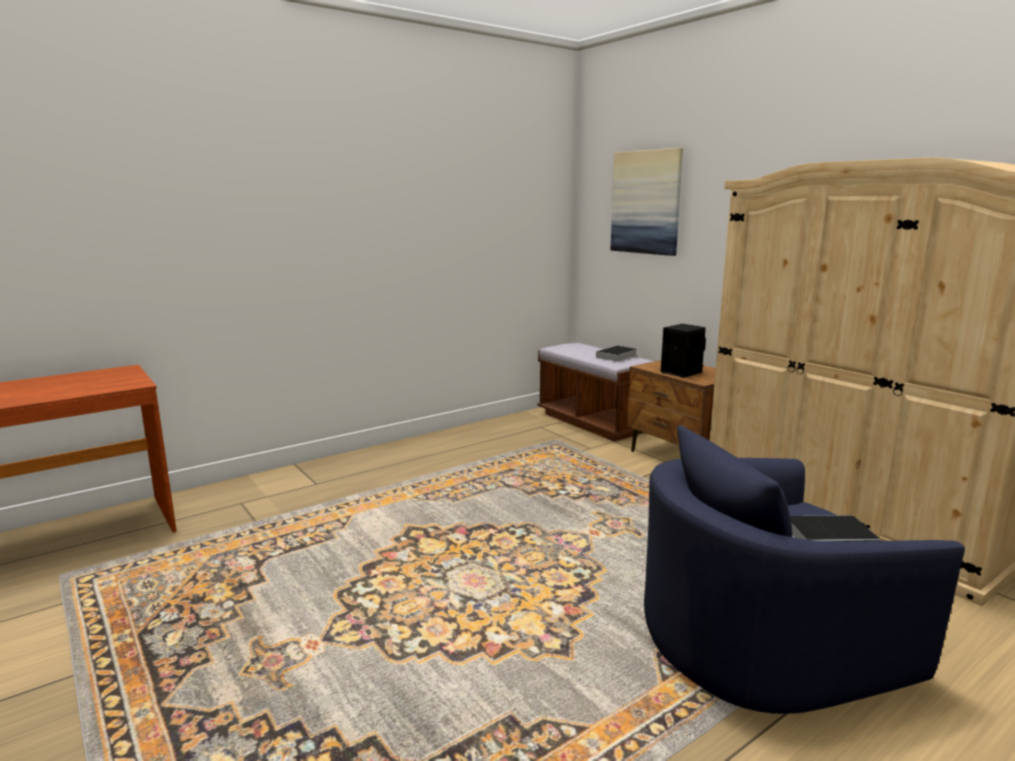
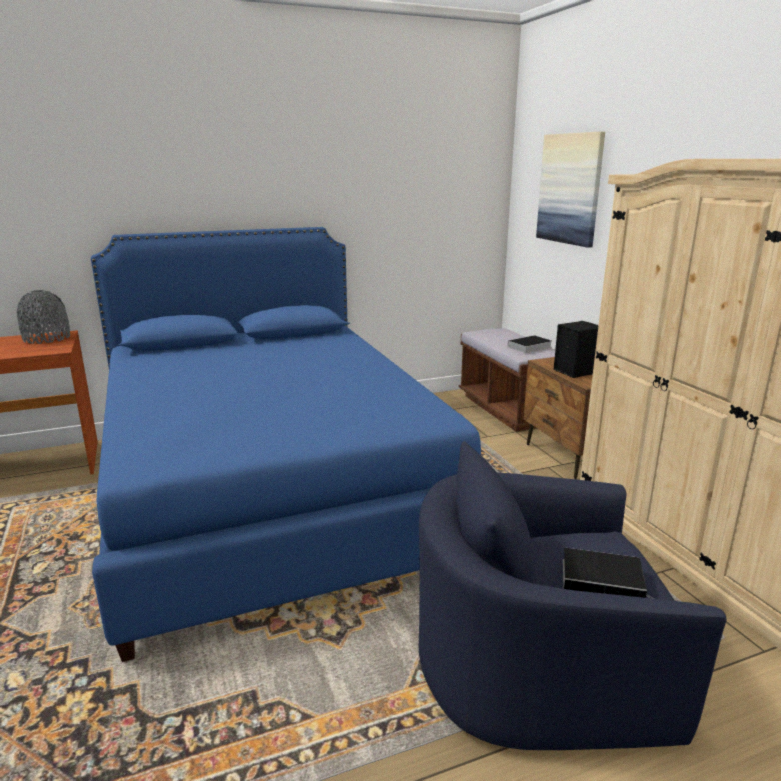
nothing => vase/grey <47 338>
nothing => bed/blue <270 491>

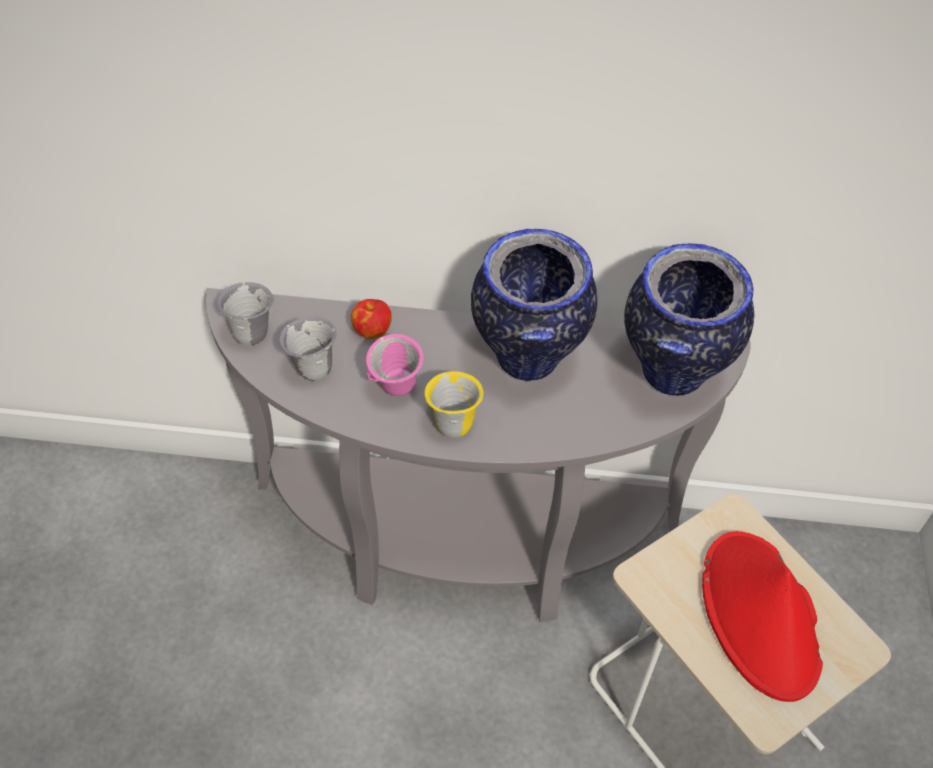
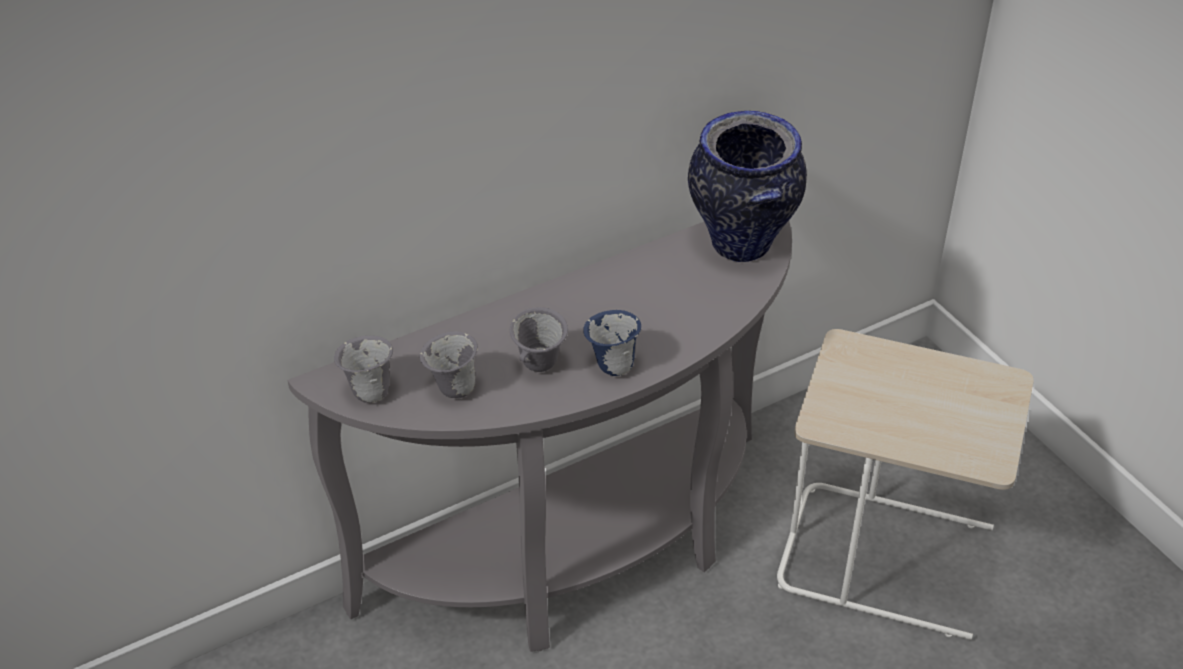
mug/pink <396 390> => mug/grey <540 368>
mug/yellow <453 423> => mug/blue <611 366>
apple <372 330> => nothing
vase <528 360> => nothing
hat/red <760 616> => nothing

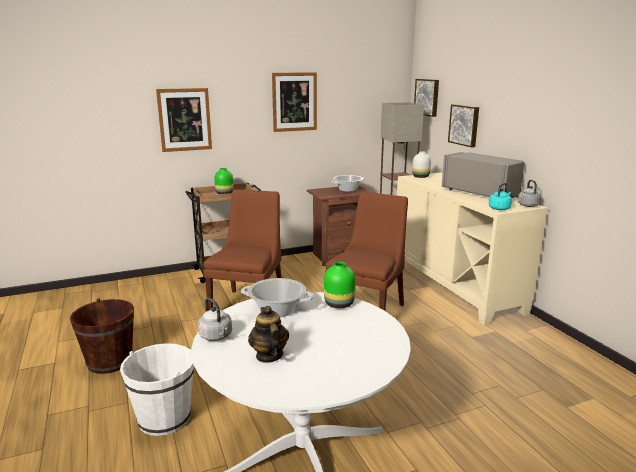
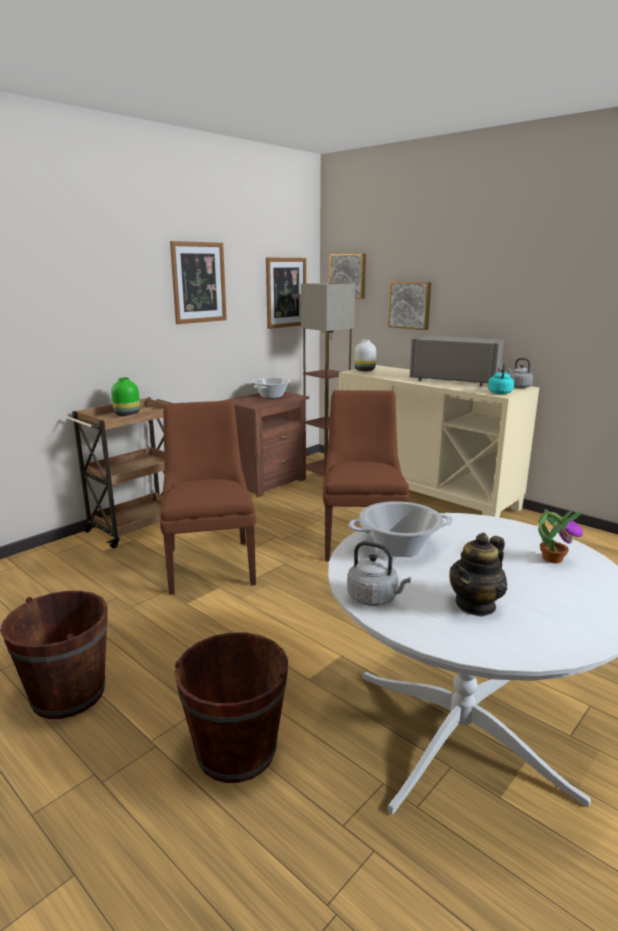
bucket/white <164 418> => bucket/brown <236 750>
picture <184 119> => picture <286 292>, shifted
teapot <269 355> => teapot <476 605>, 90 degrees counterclockwise
nothing => potted plant <552 558>
vase/green <339 304> => nothing

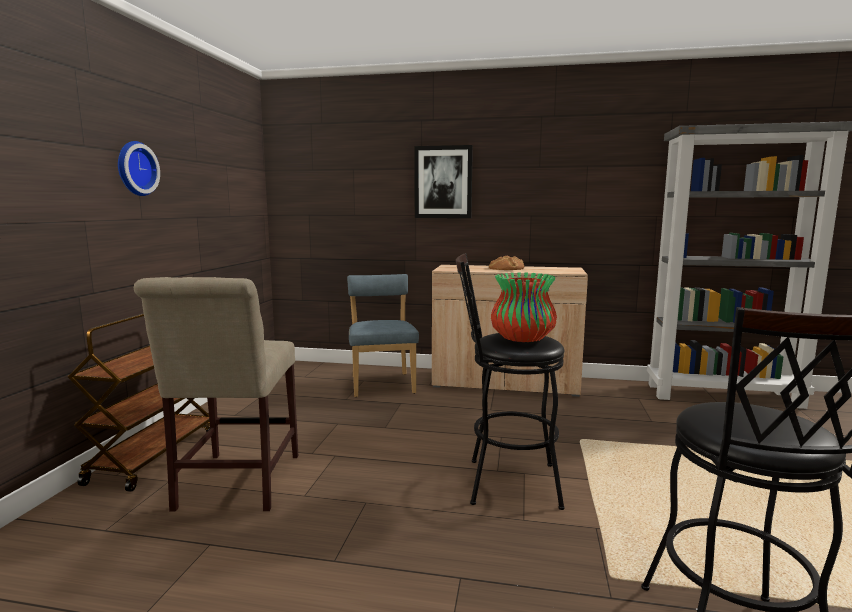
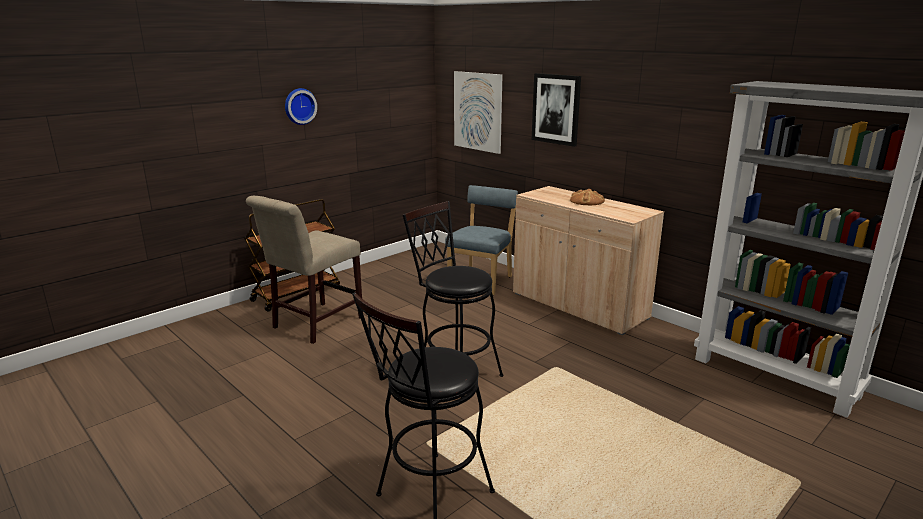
nothing => picture <477 111>
vase <522 339> => nothing

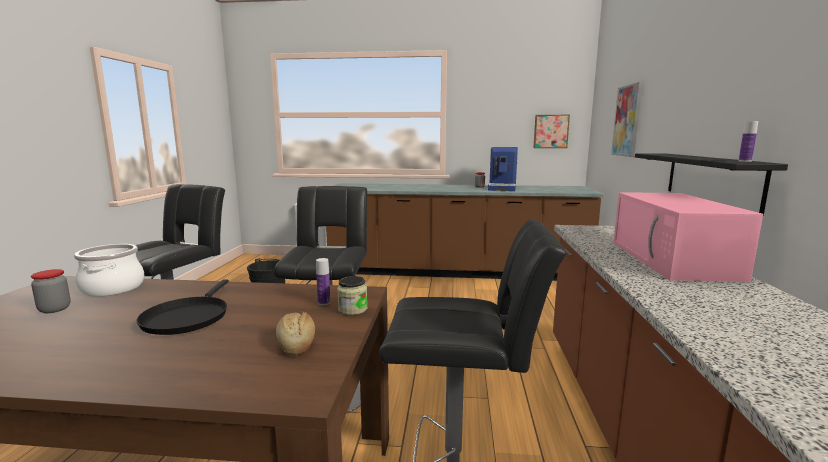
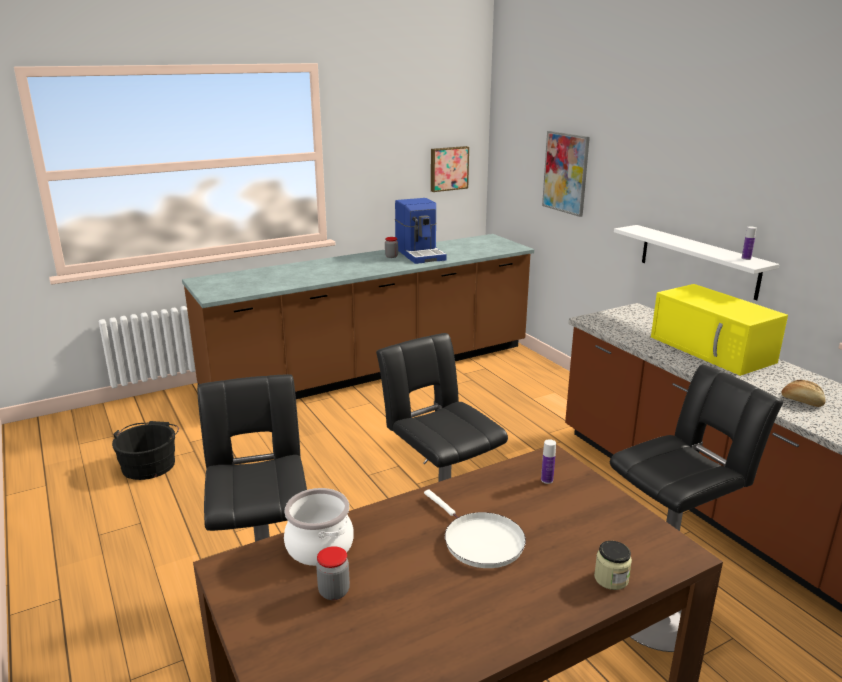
frying pan/black <187 317> => frying pan/white <479 541>
jar <352 309> => jar <611 578>, shifted
shelf/black <711 179> => shelf/white <698 261>
microwave/pink <673 260> => microwave/yellow <713 350>
bread <296 344> => bread <802 401>, shifted

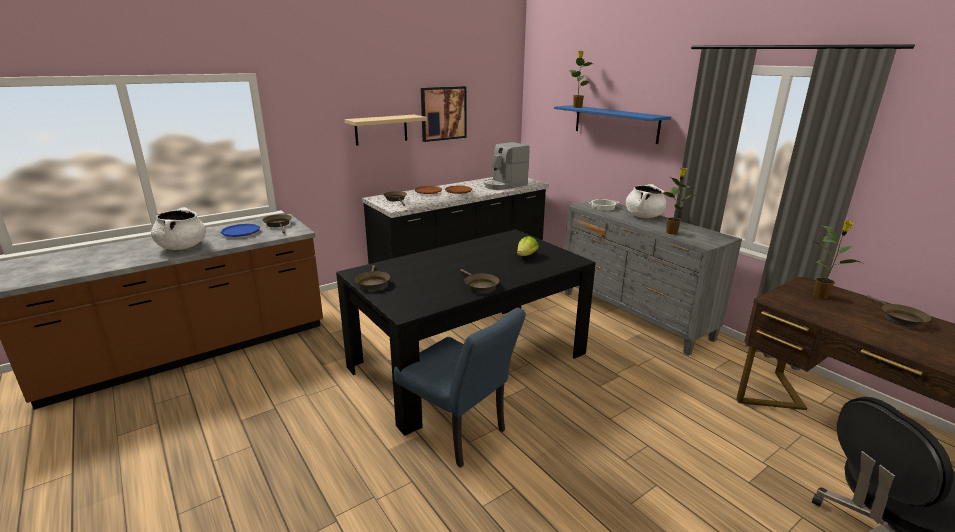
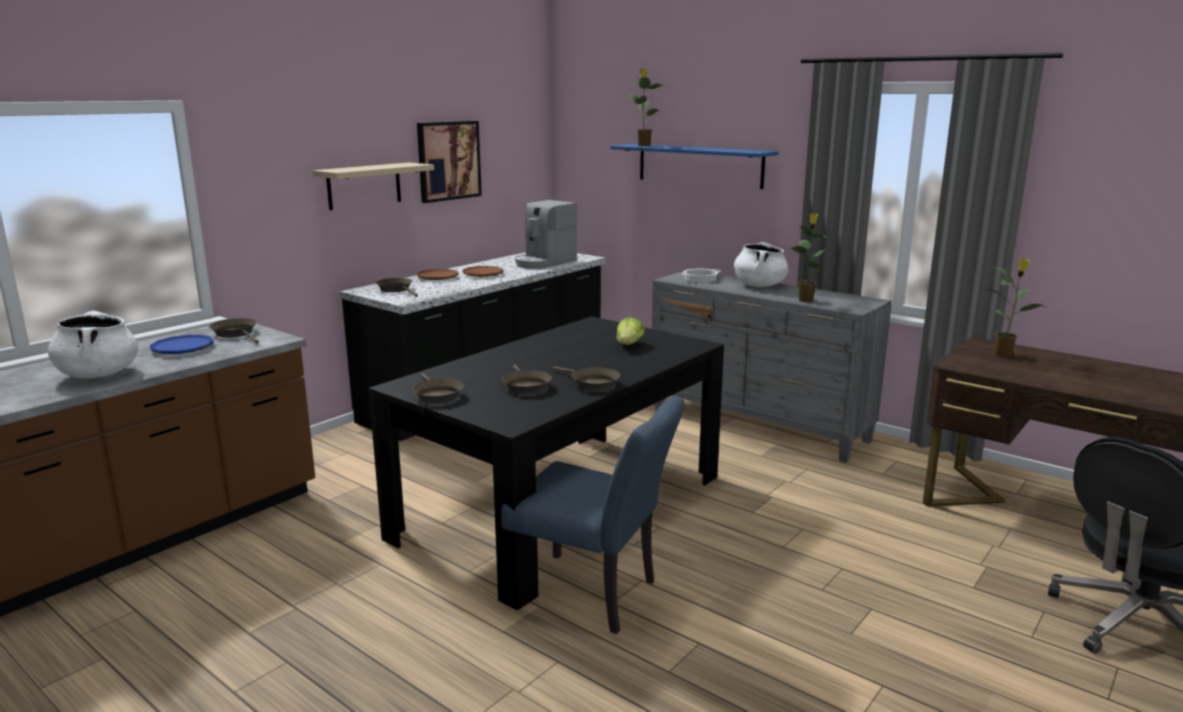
frying pan/brown <899 318> => frying pan/brown <525 386>, shifted

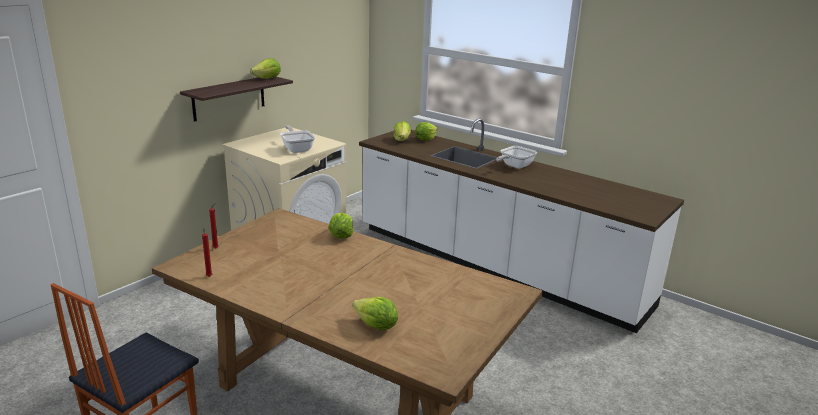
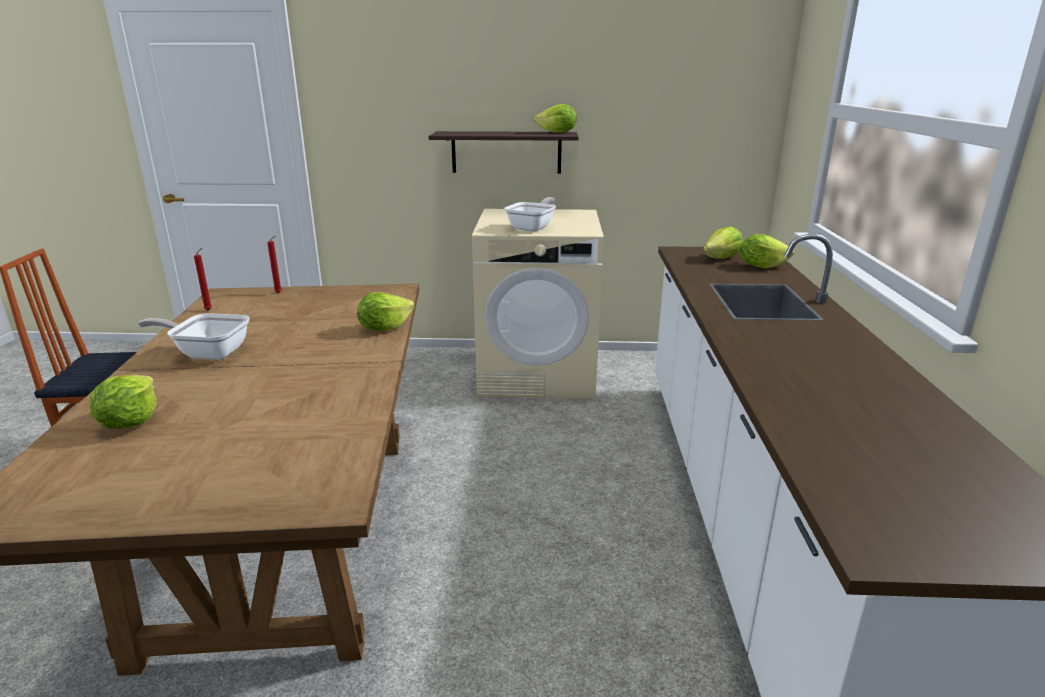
frying pan <514 166> => frying pan <208 353>, shifted

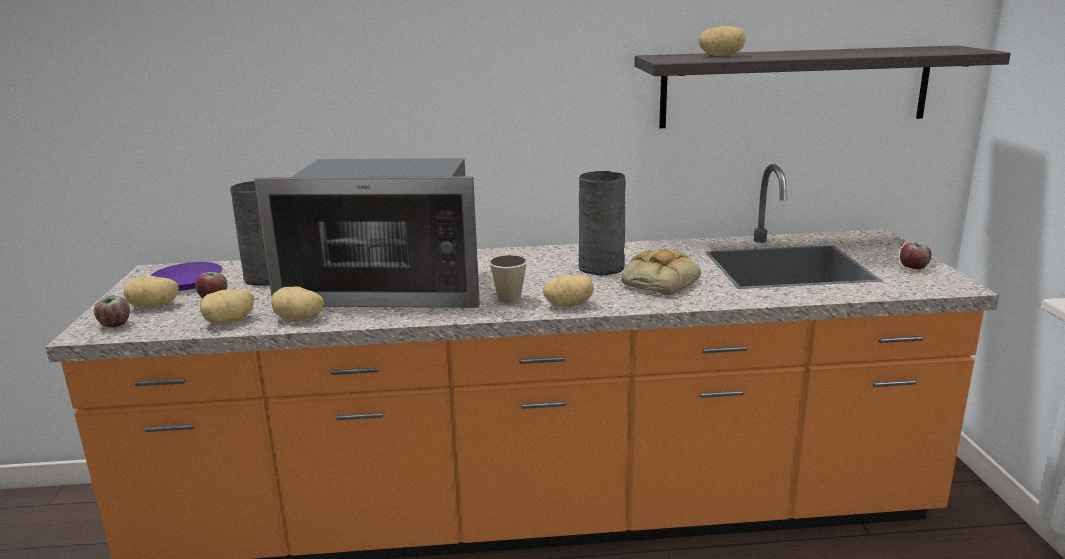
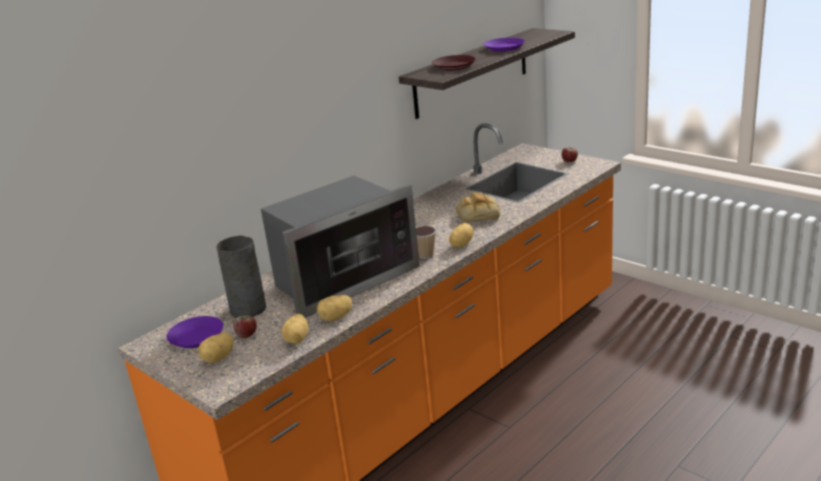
potato <721 56> => plate/brown <453 66>
nothing => plate/purple <503 48>
apple <115 325> => nothing
vase/grey <602 268> => nothing

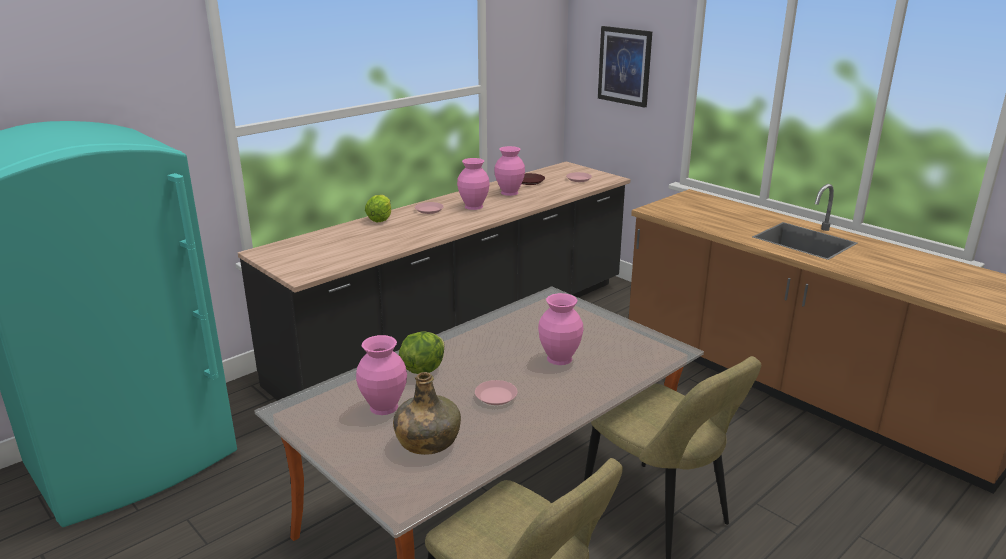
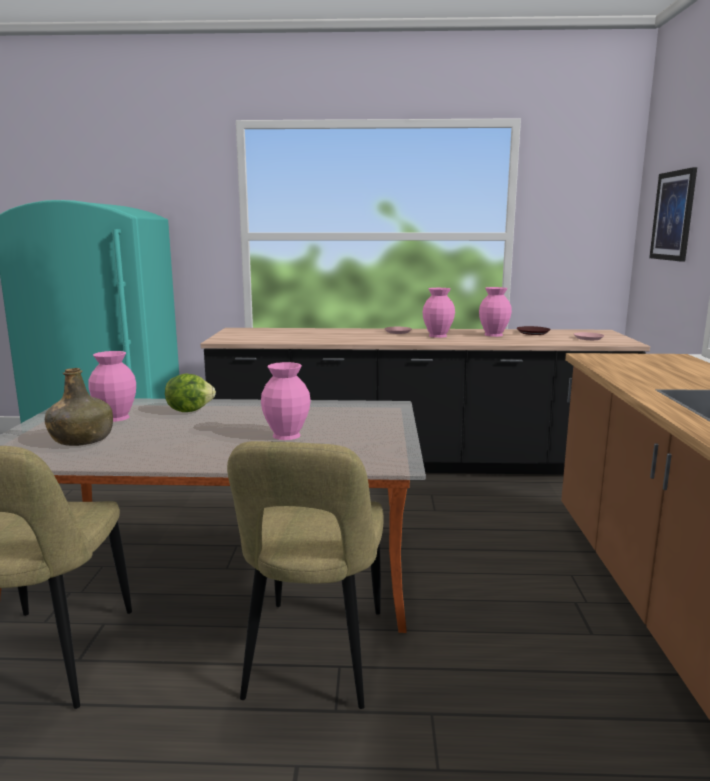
lettuce <380 219> => nothing
plate/pink <496 396> => nothing

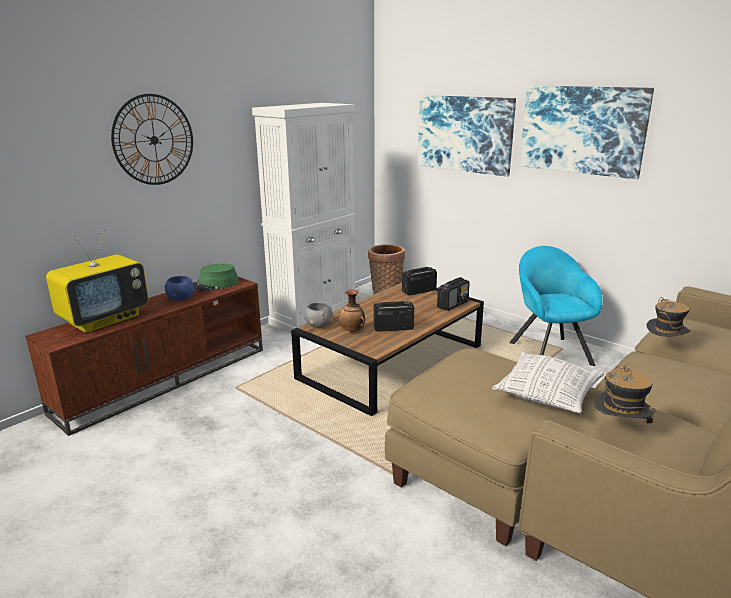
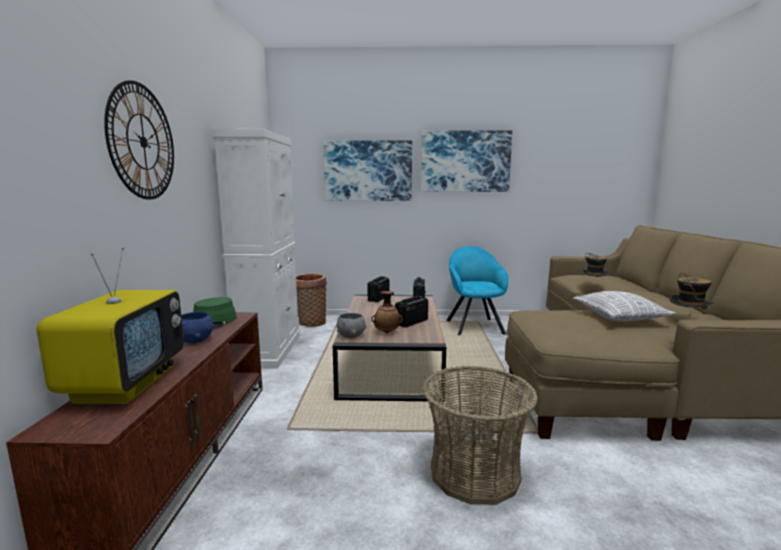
nothing => basket <474 473>
armchair/turquoise <548 351> => armchair/turquoise <474 325>, 45 degrees clockwise

